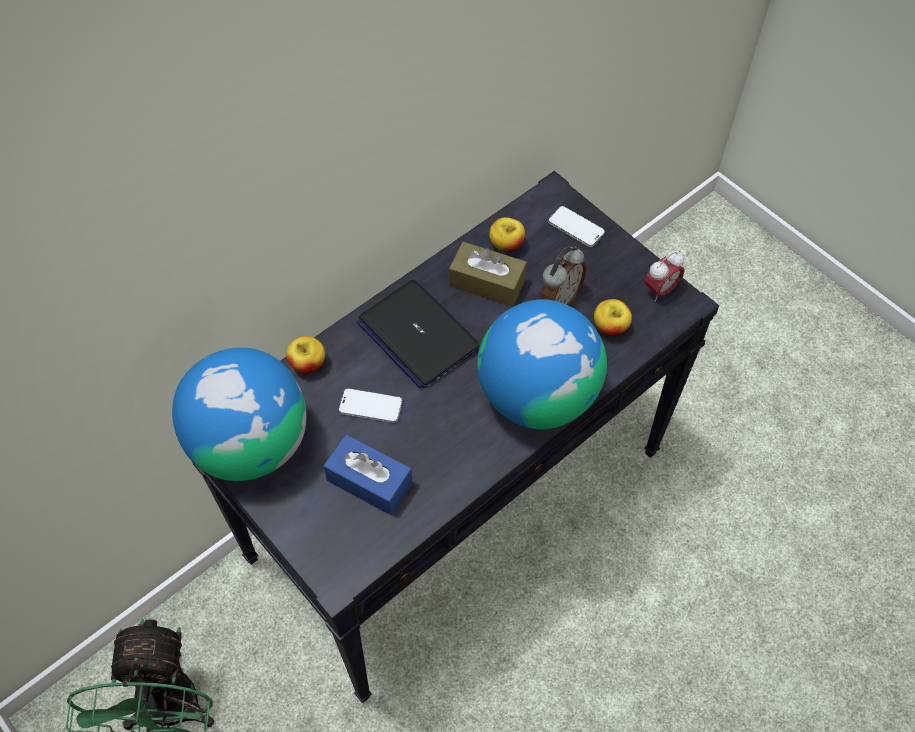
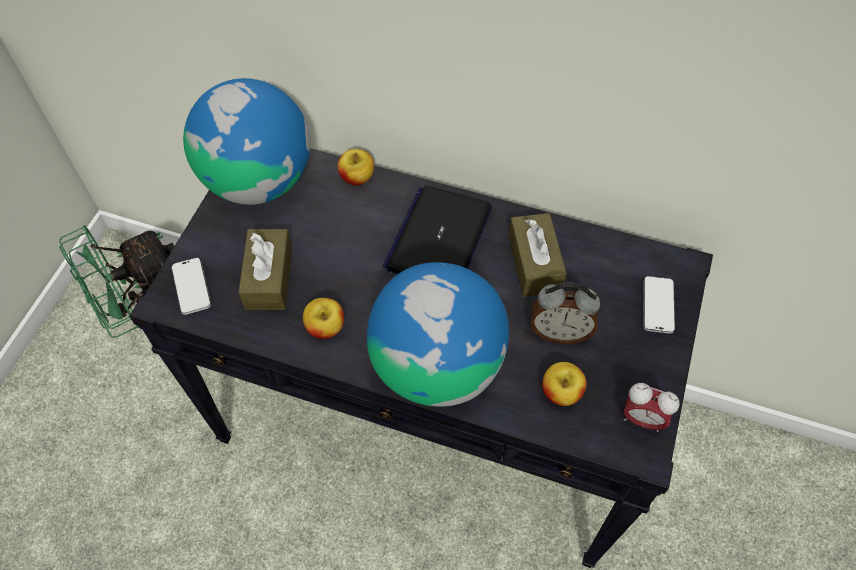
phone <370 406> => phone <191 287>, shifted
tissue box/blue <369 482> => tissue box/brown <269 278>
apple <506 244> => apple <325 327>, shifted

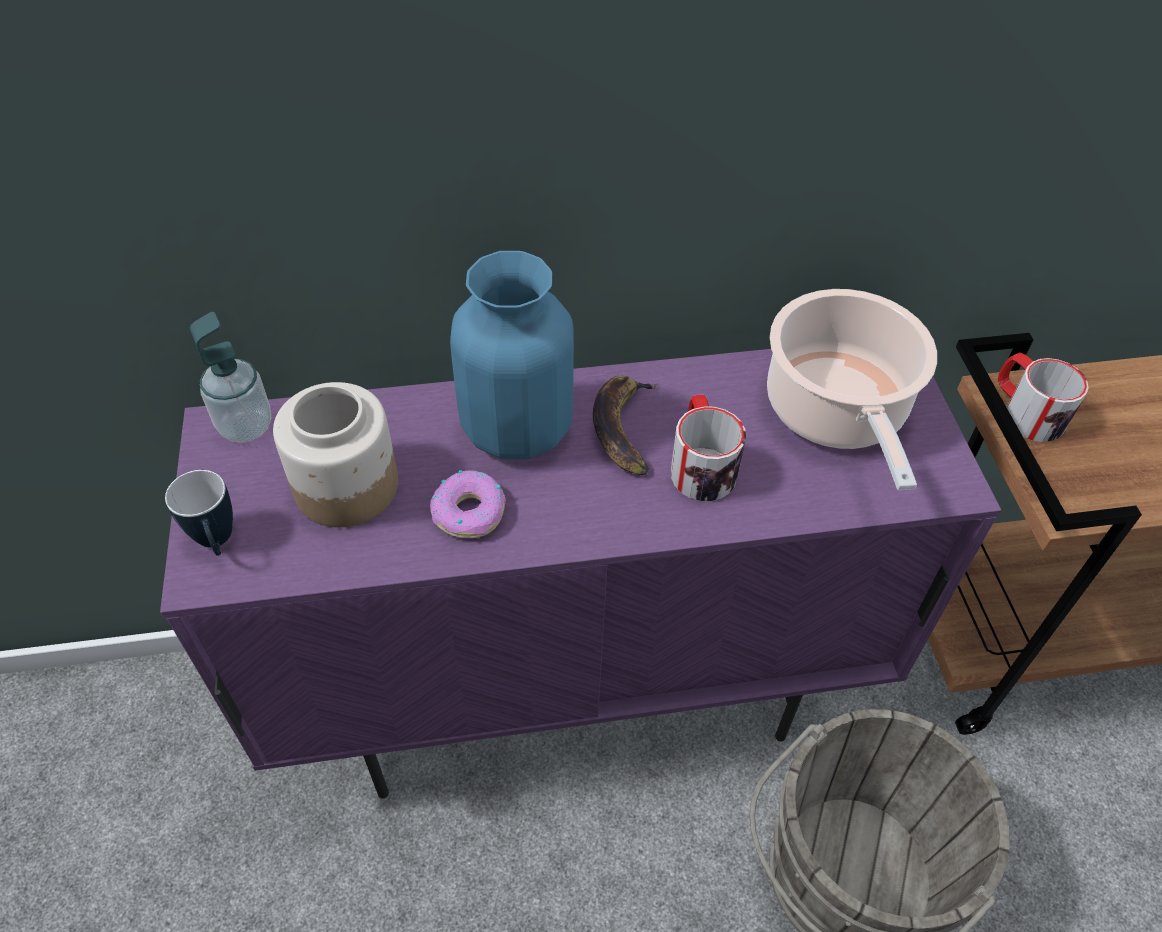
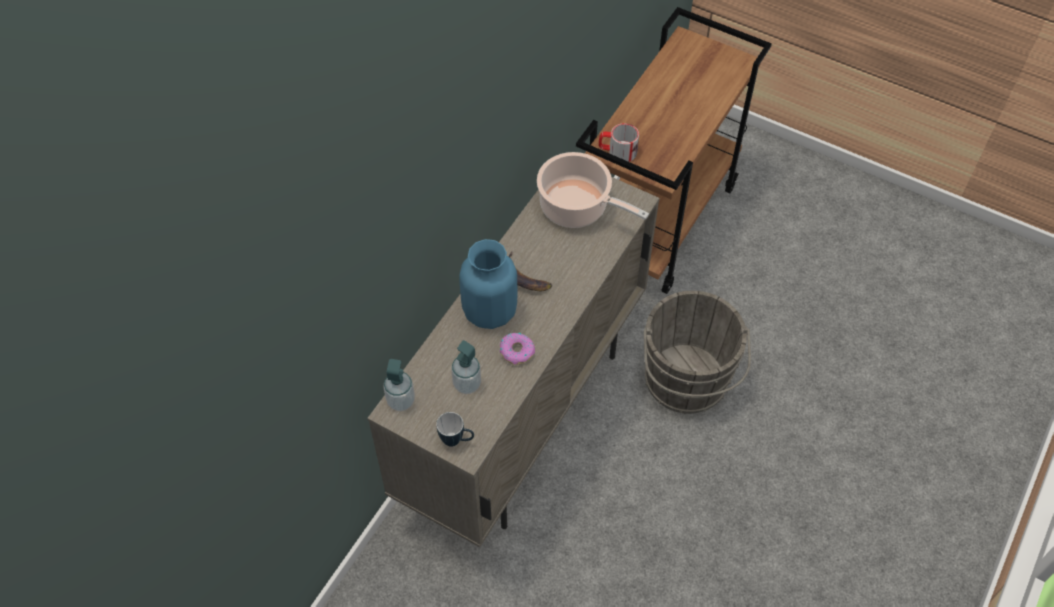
cabinet/purple <576 692> => cabinet/beige <523 418>
jar <345 487> => soap dispenser <467 384>
mug <700 464> => nothing

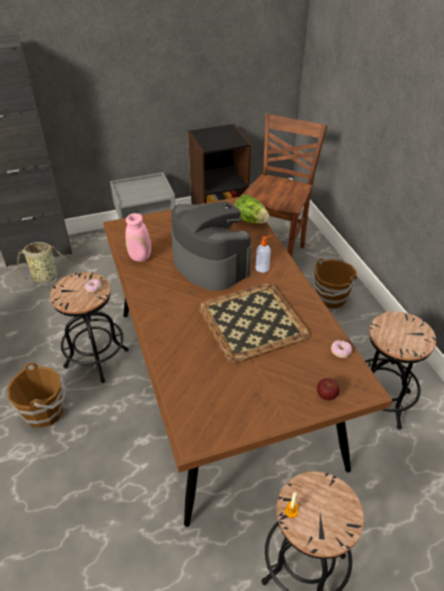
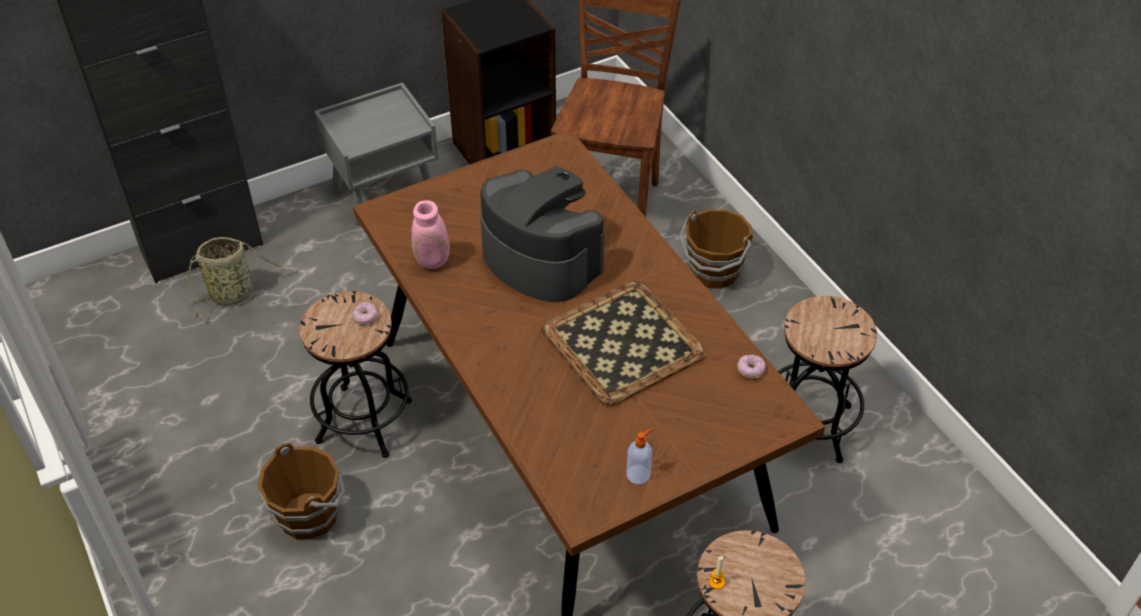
soap dispenser <262 268> => soap dispenser <639 474>, shifted
lettuce <251 221> => nothing
apple <326 395> => nothing

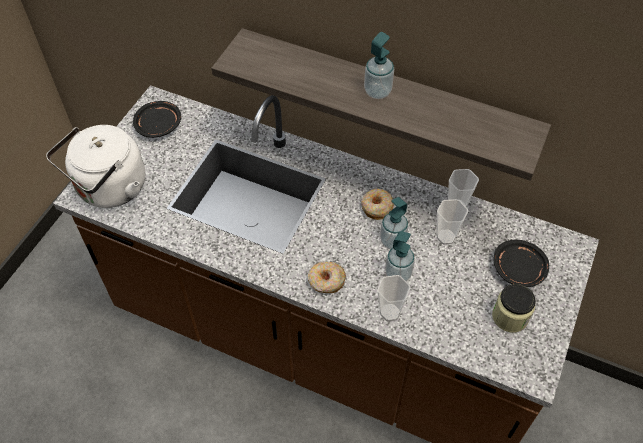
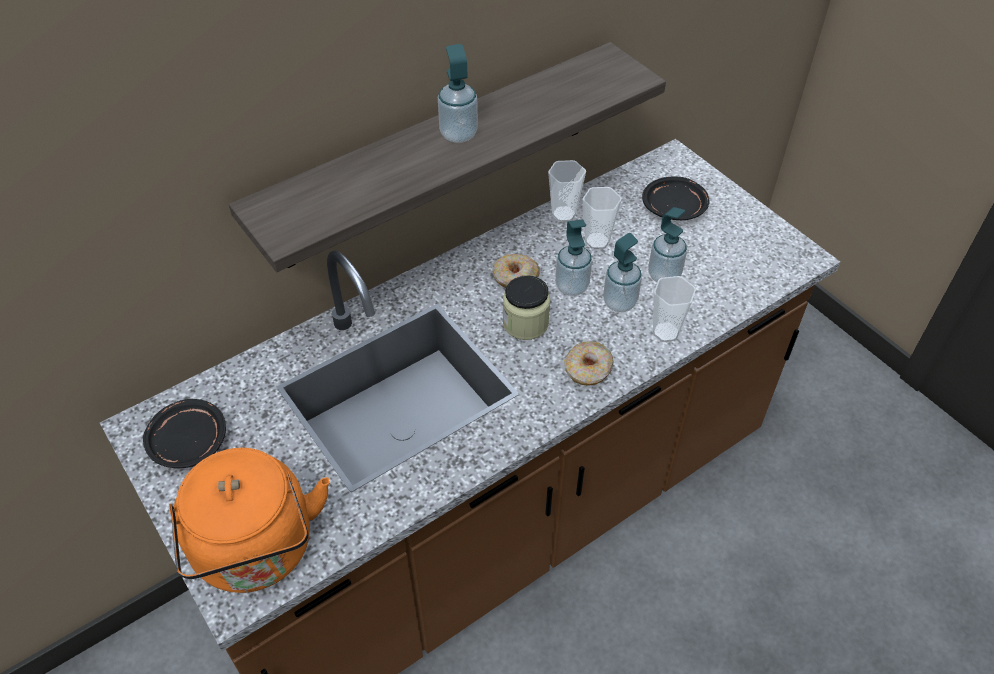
kettle/white <109 189> => kettle/orange <257 552>
jar <510 317> => jar <525 323>, shifted
nothing => soap dispenser <664 275>

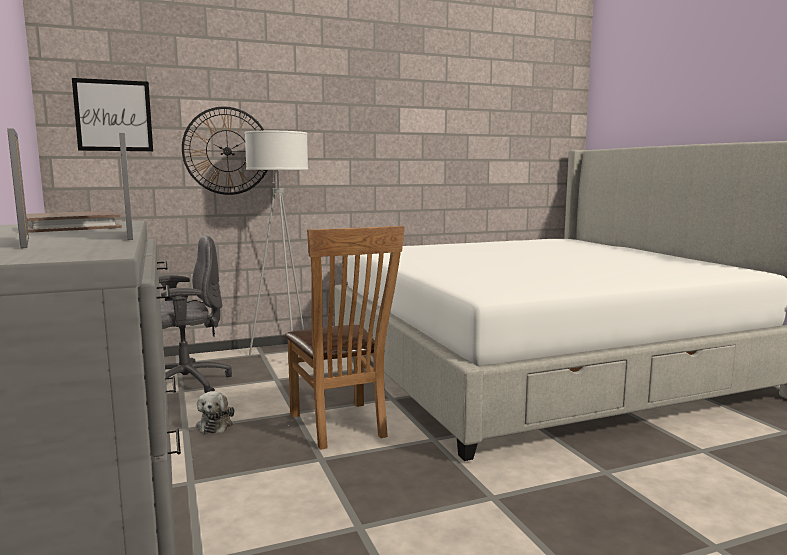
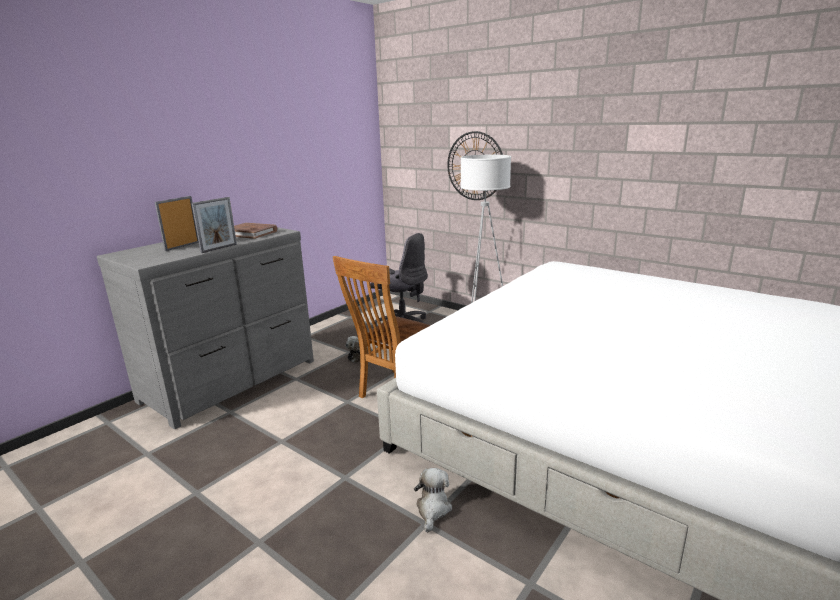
nothing => plush toy <433 509>
picture <113 115> => nothing

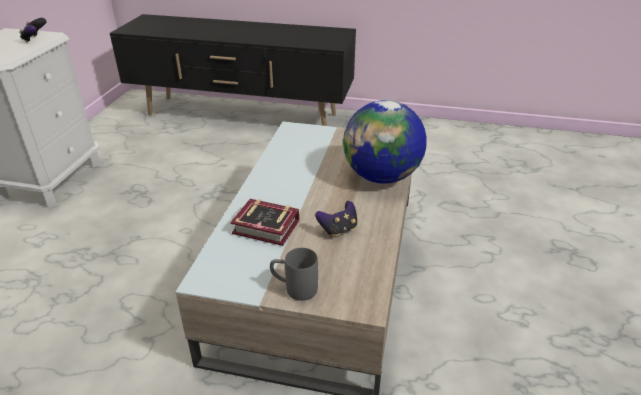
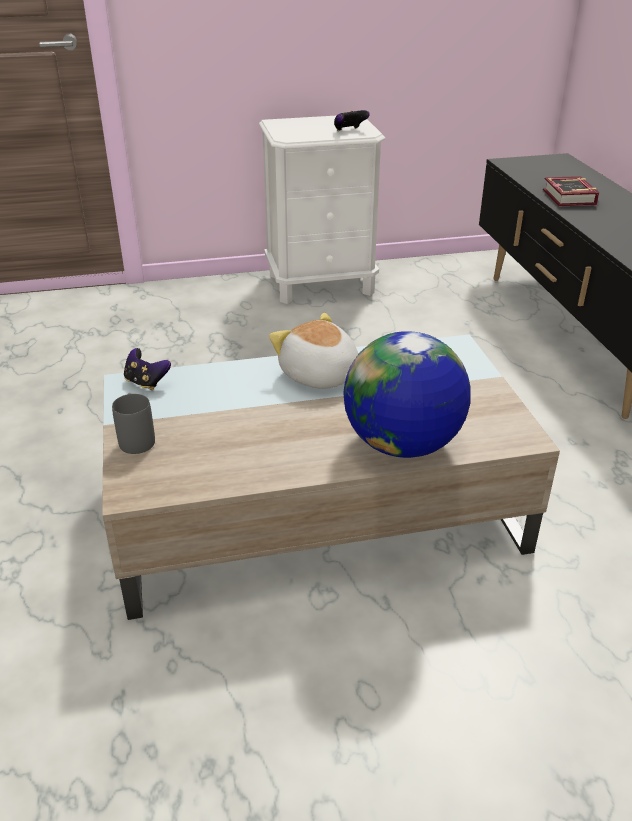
game controller <338 230> => game controller <146 382>, shifted
nothing => plush toy <319 376>
book <268 228> => book <568 198>, shifted

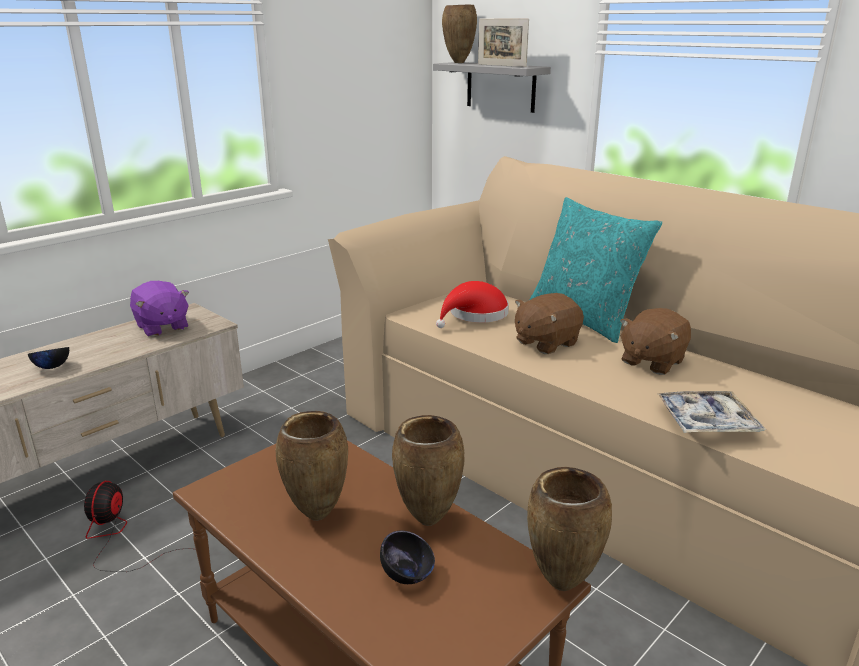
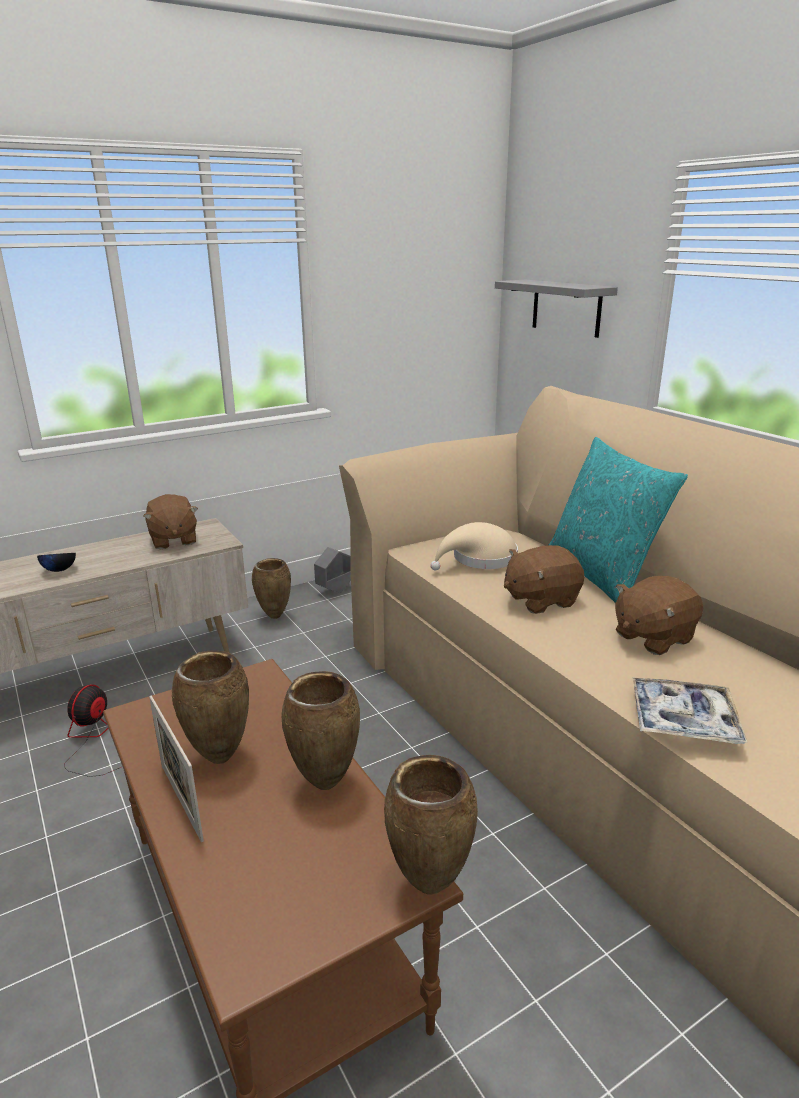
plush toy/purple <162 327> => plush toy/brown <173 540>
picture frame <501 65> => picture frame <181 801>, shifted
vase/brown <458 63> => vase/brown <274 616>, shifted
nothing => planter/grey <335 590>
hat/red <475 315> => hat/beige <480 559>
bowl/black <407 575> => nothing

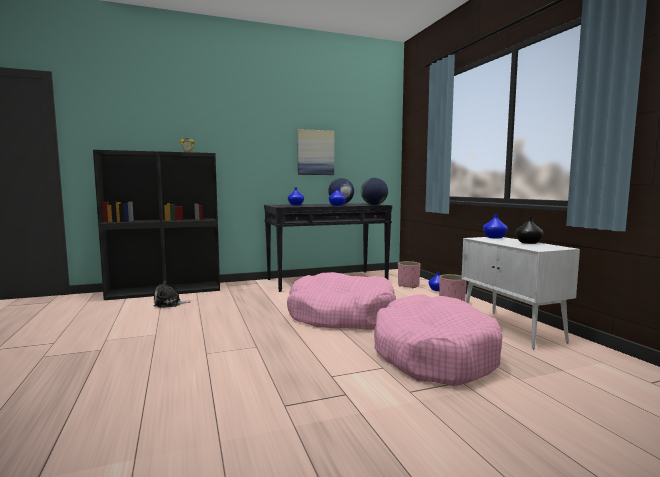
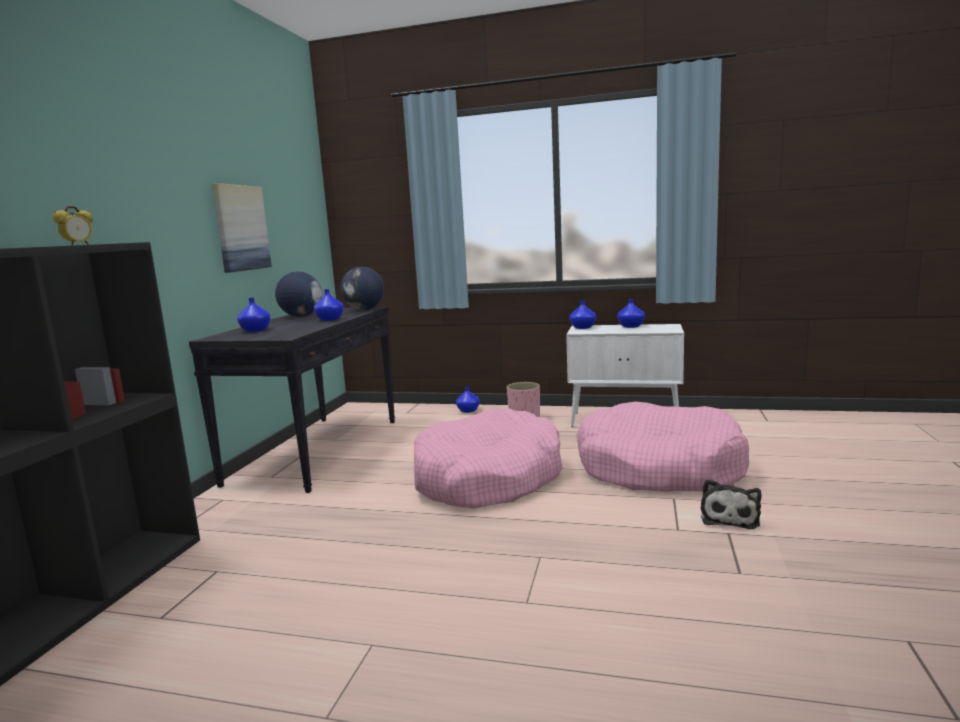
vase/black <528 242> => vase/blue <630 326>
plush toy <169 304> => plush toy <729 517>, shifted
planter/pink <408 286> => nothing

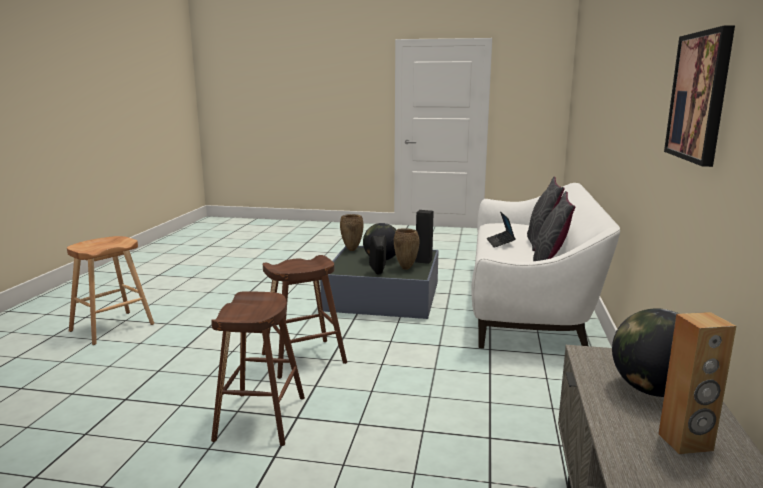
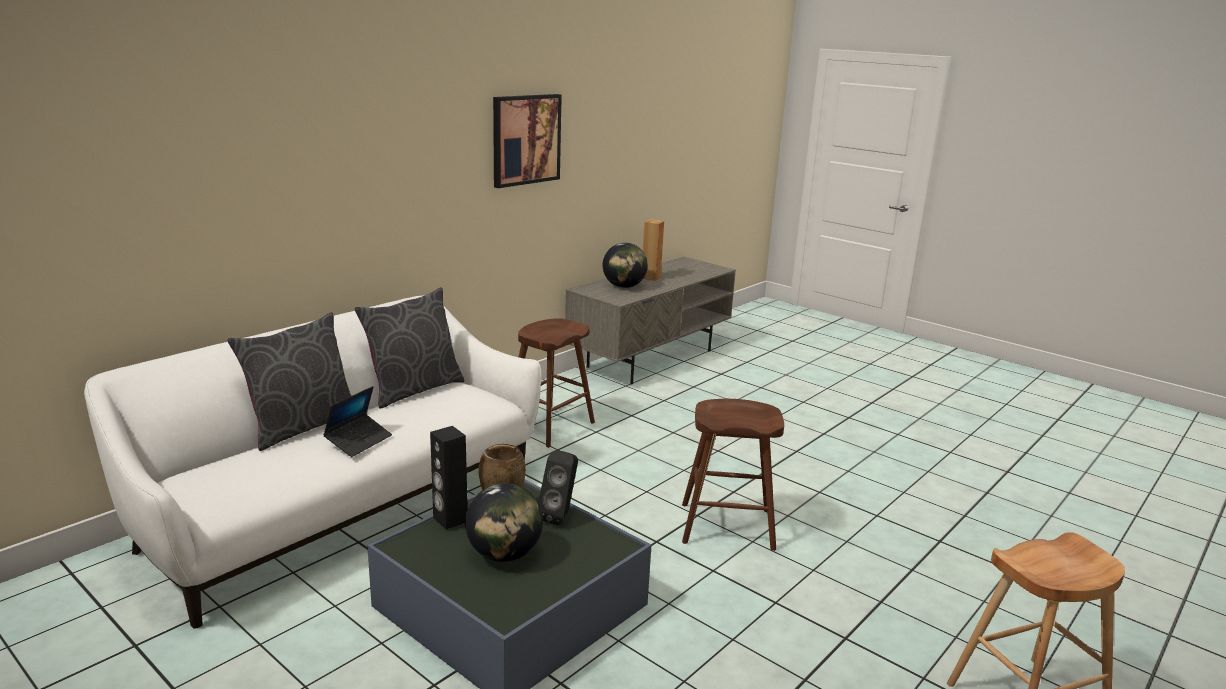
stool/brown <261 418> => stool/brown <549 426>, shifted
vase/brown <352 250> => nothing

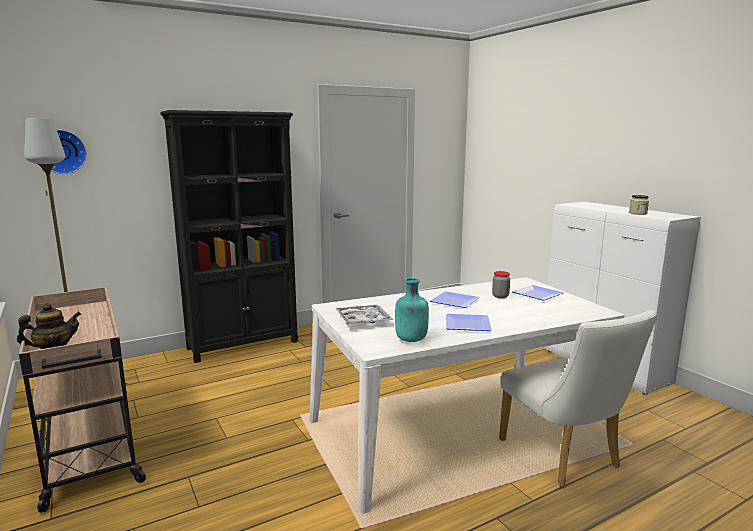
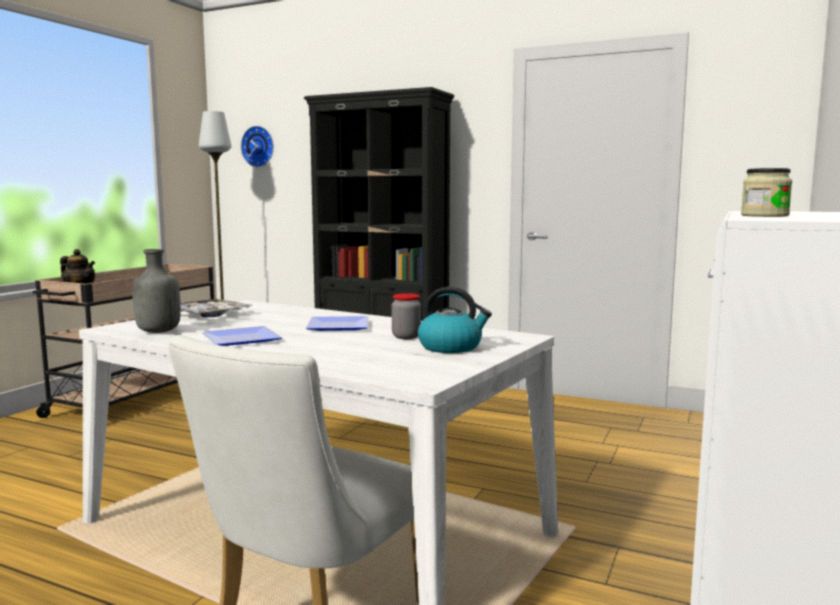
bottle/turquoise <411 340> => bottle/grey <157 332>
plate <535 295> => kettle <451 347>

